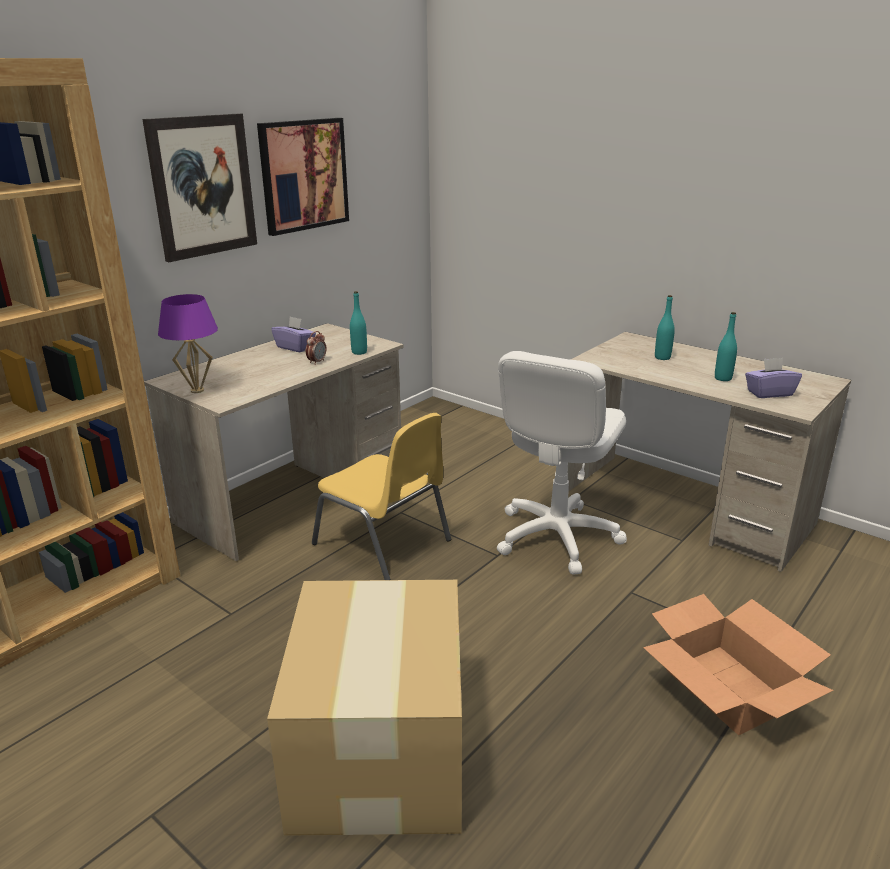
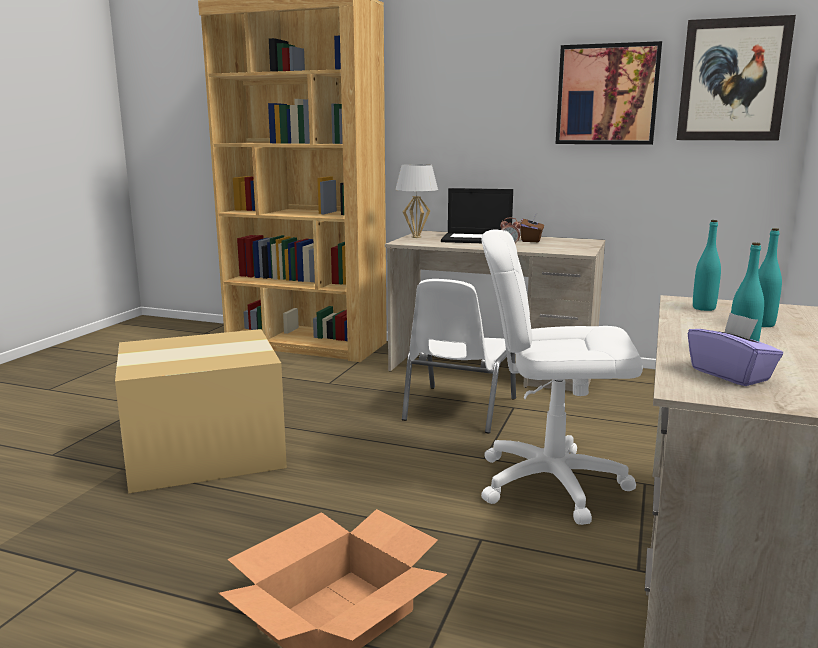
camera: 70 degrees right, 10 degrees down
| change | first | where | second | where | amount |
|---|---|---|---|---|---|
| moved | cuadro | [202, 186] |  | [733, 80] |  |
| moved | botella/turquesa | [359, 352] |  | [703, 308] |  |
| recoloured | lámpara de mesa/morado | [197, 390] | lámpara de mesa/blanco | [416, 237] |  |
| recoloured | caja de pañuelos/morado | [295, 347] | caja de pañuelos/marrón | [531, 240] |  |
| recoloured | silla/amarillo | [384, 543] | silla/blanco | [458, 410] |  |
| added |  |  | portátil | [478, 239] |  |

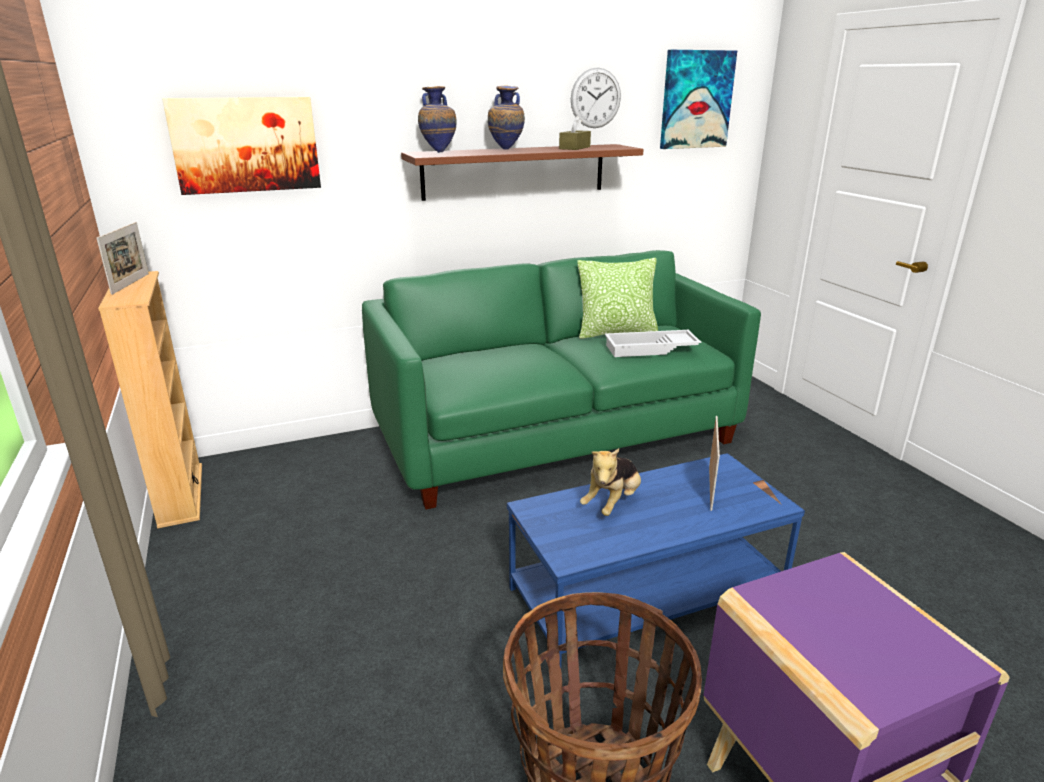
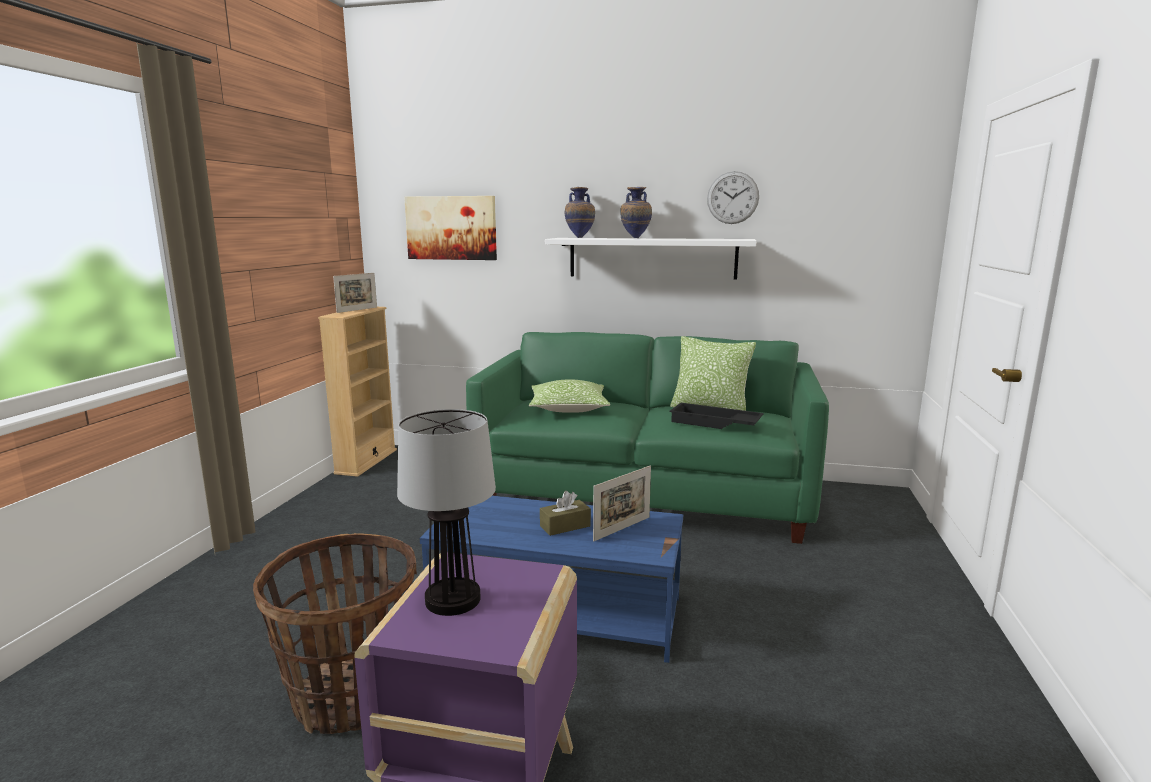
camera: 35 degrees right, 10 degrees down
| change | first | where | second | where | amount |
|---|---|---|---|---|---|
| removed | cuadro | [696, 100] |  |  |  |
| moved | caja de pañuelos/marrón | [574, 148] |  | [565, 526] |  |
| recoloured | estante/marrón | [515, 171] | estante/blanco | [652, 258] |  |
| recoloured | bandeja/blanco | [650, 349] | bandeja/negro | [714, 423] |  |
| removed | peluche | [612, 503] |  |  |  |
| added |  |  | cojín | [568, 408] |  |
| added |  |  | lámpara de mesa | [451, 600] |  |

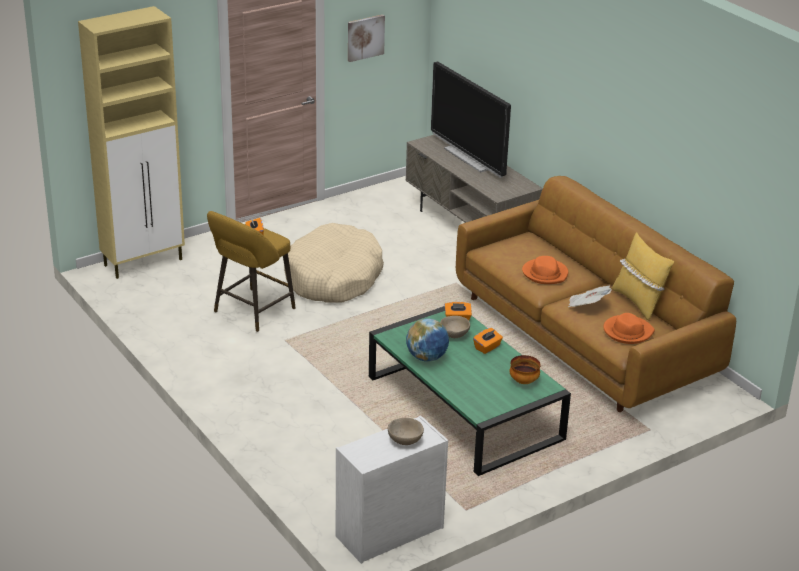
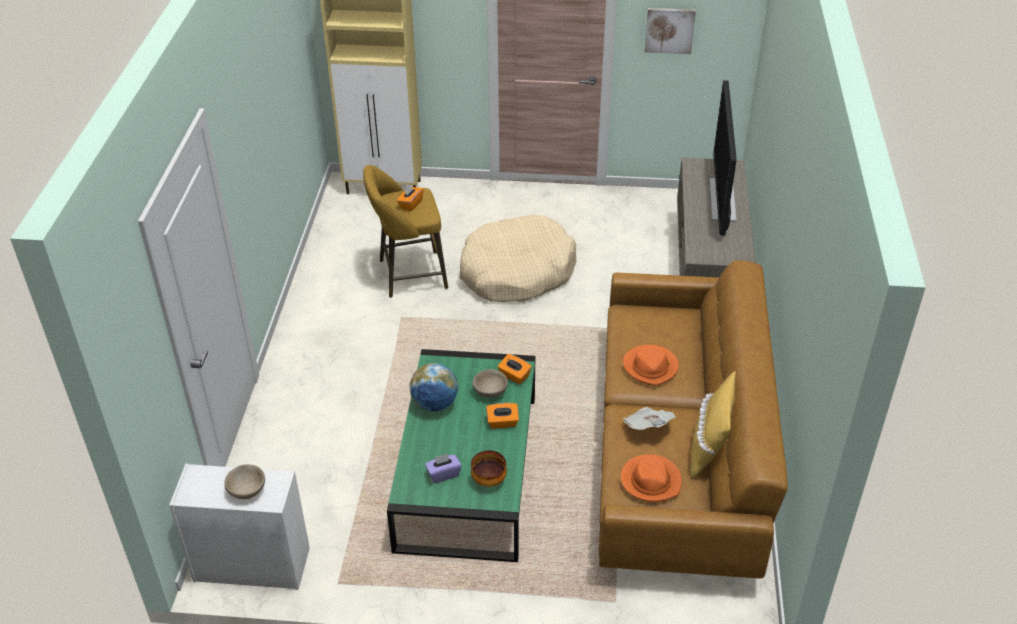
camera: 40 degrees right, 10 degrees up
| change | first | where | second | where | amount |
|---|---|---|---|---|---|
| added |  |  | caja de pañuelos/morado | [443, 474] |  |

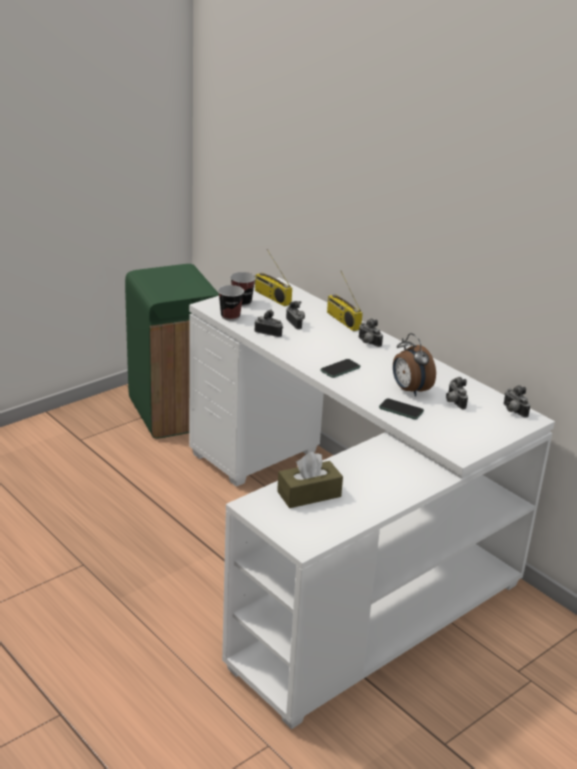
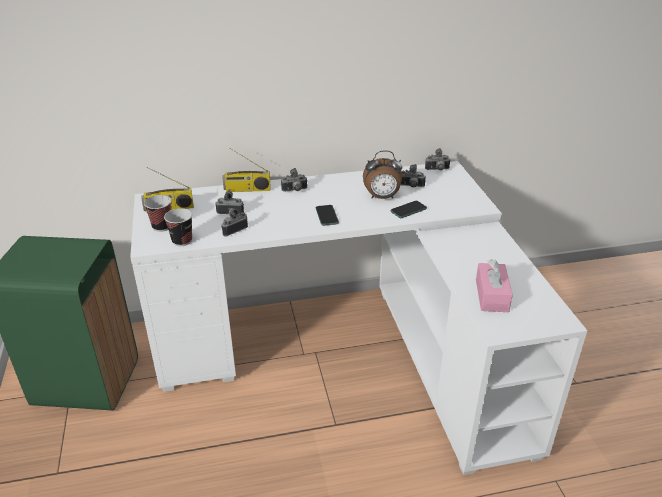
camera: 60 degrees left, 5 degrees up
| change | first | where | second | where | amount |
|---|---|---|---|---|---|
| recoloured | caja de pañuelos/marrón | [309, 494] | caja de pañuelos/rosa | [491, 295] |  |

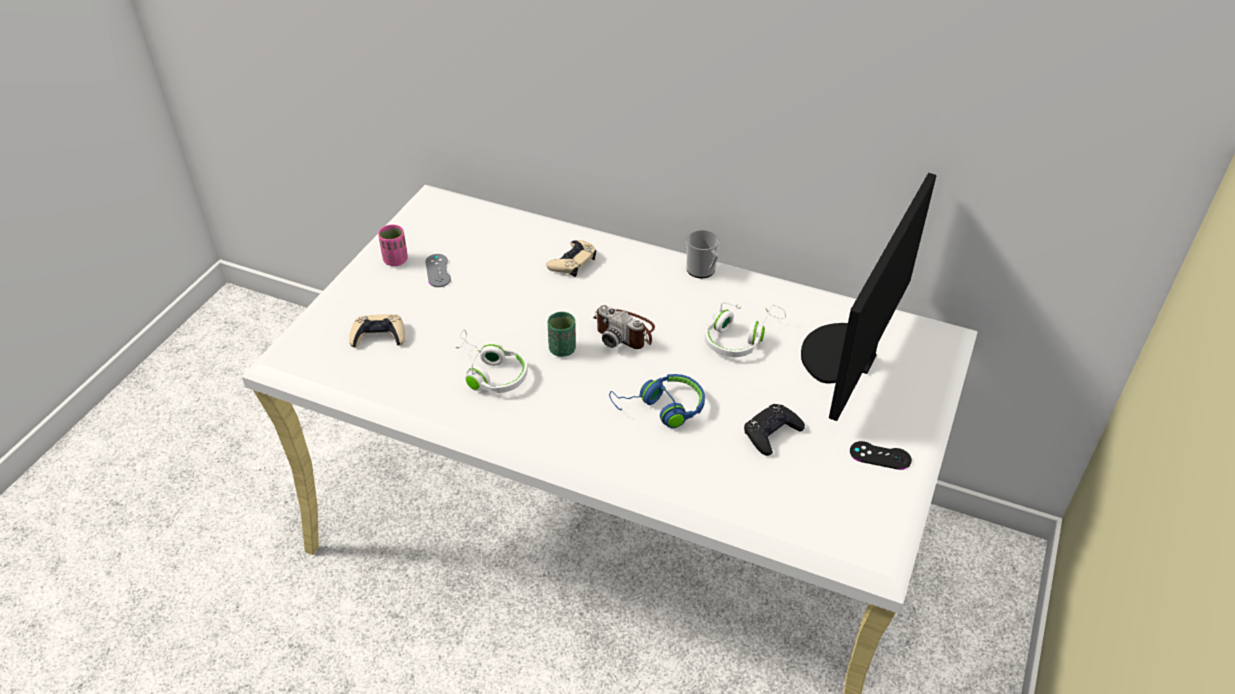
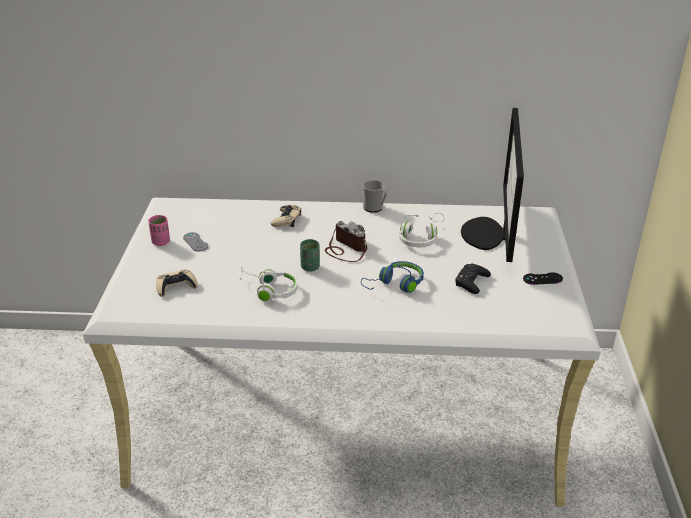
camera: 20 degrees left, 10 degrees down
| change | first | where | second | where | amount |
|---|---|---|---|---|---|
| turned | cámara | [625, 331] |  | [345, 249] | 150 degrees counterclockwise |

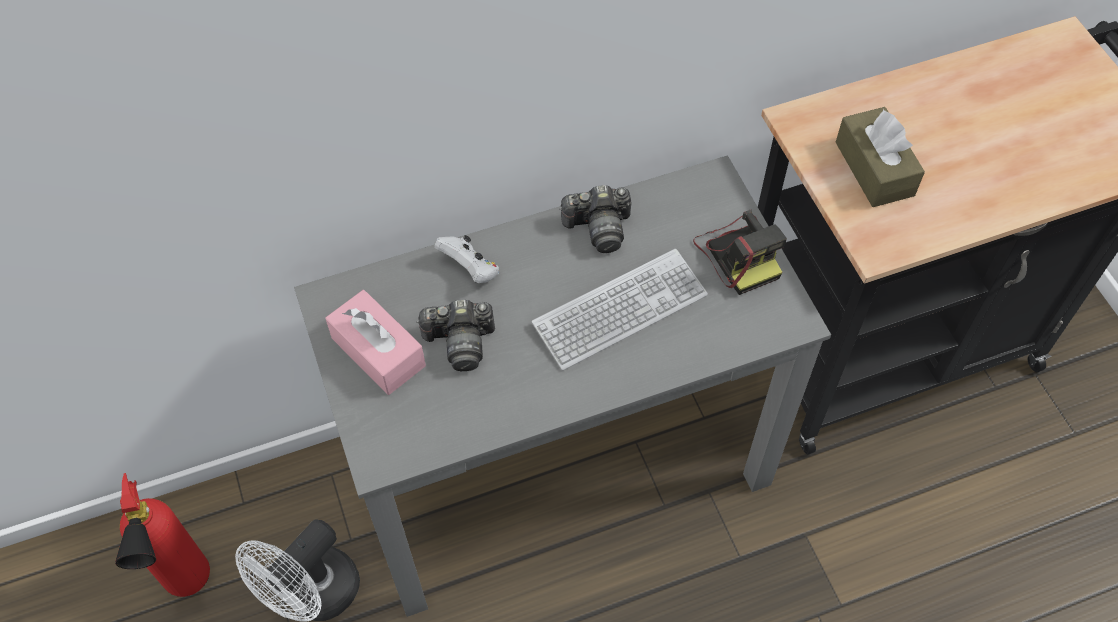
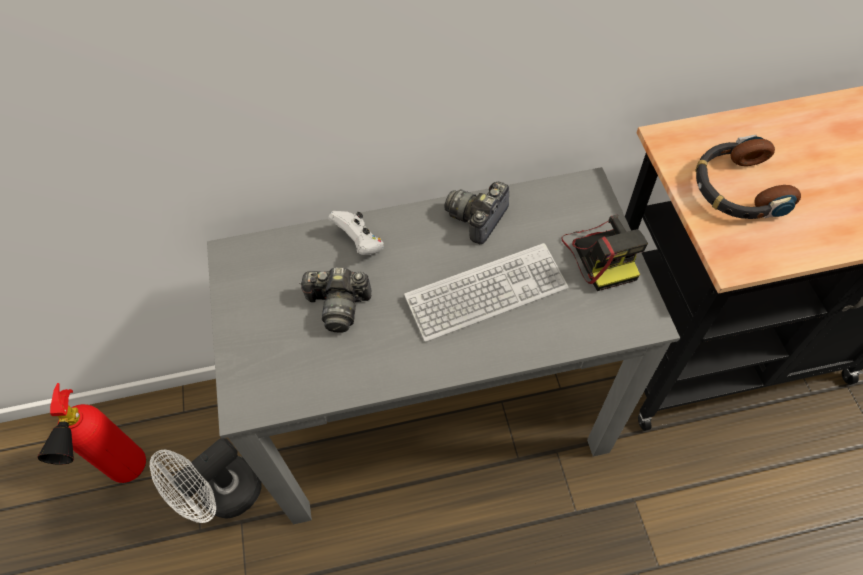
camera: 10 degrees right, 0 degrees up
| change | first | where | second | where | amount |
|---|---|---|---|---|---|
| replaced | caja de pañuelos/marrón | [874, 169] | auriculares | [737, 188] |  |
| turned | cámara | [598, 228] |  | [478, 218] | 120 degrees clockwise |
| removed | caja de pañuelos/rosa | [378, 352] |  |  |  |

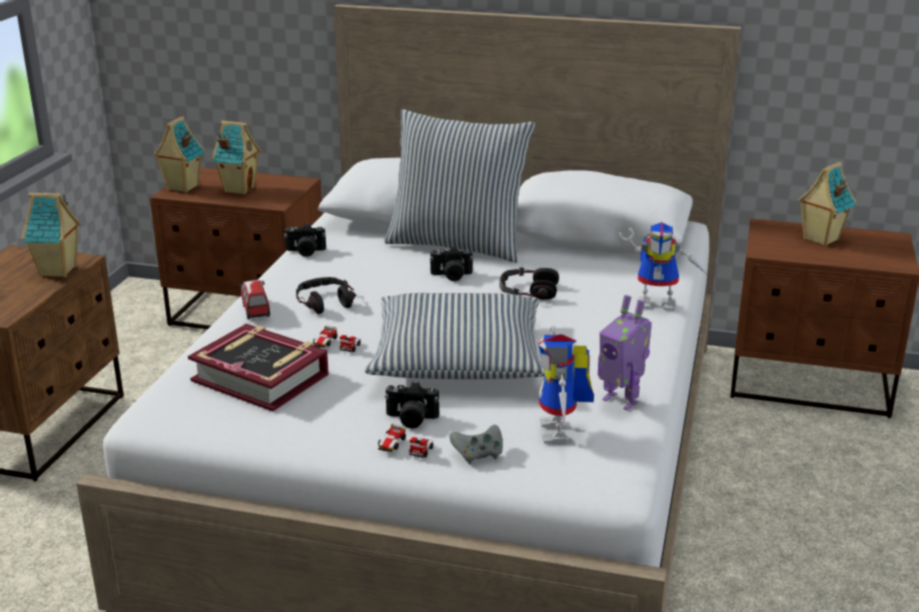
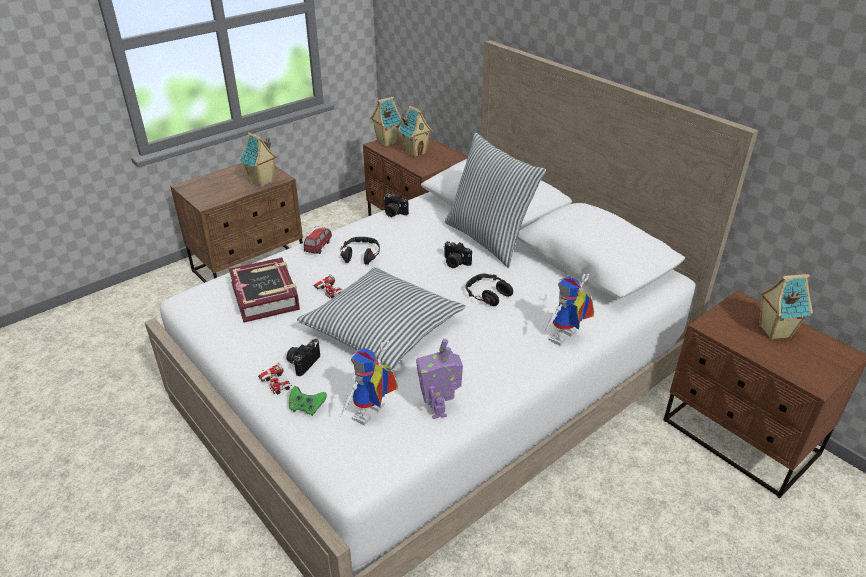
camera: 35 degrees right, 10 degrees up
| change | first | where | second | where | amount |
|---|---|---|---|---|---|
| turned | robot de juguete | [659, 302] |  | [565, 339] | 90 degrees clockwise |
| turned | cámara | [411, 419] |  | [303, 363] | 75 degrees clockwise |
| recoloured | mando de consola/gris | [478, 455] | mando de consola/verde | [306, 407] |  |

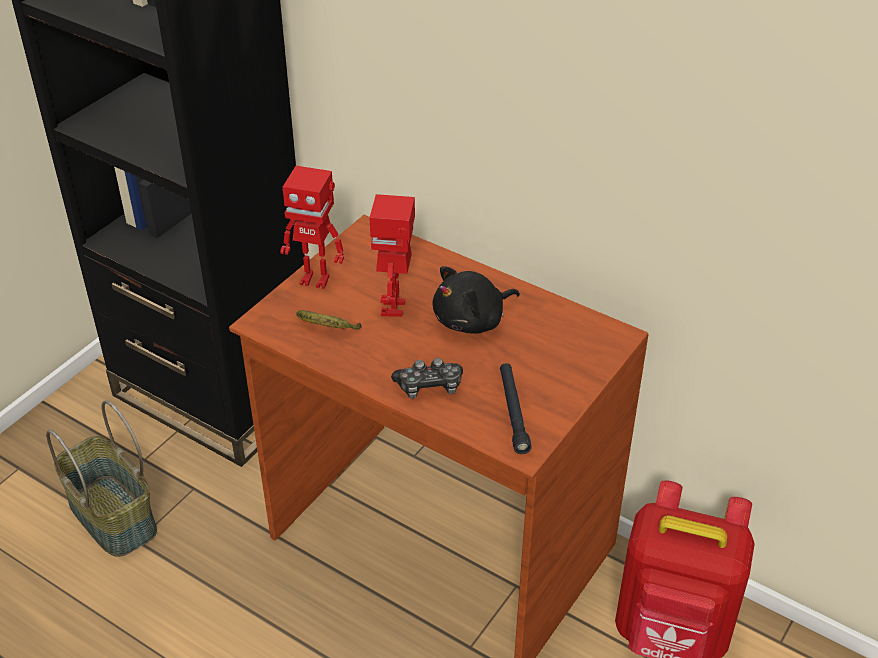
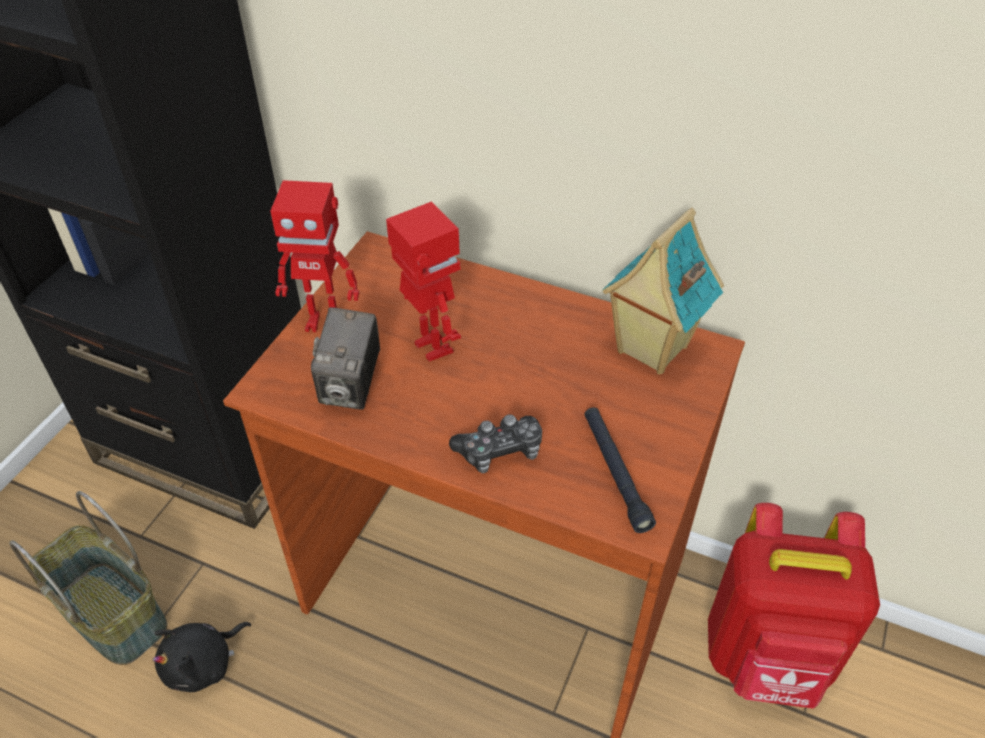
camera: 10 degrees left, 5 degrees up
| change | first | where | second | where | amount |
|---|---|---|---|---|---|
| turned | robot de juguete | [394, 308] |  | [431, 348] | 150 degrees clockwise |
| moved | peluche/negro | [472, 320] |  | [203, 664] |  |
| replaced | plátano | [327, 328] | cámara | [351, 386] |  |
| added |  |  | casita | [650, 350] |  |

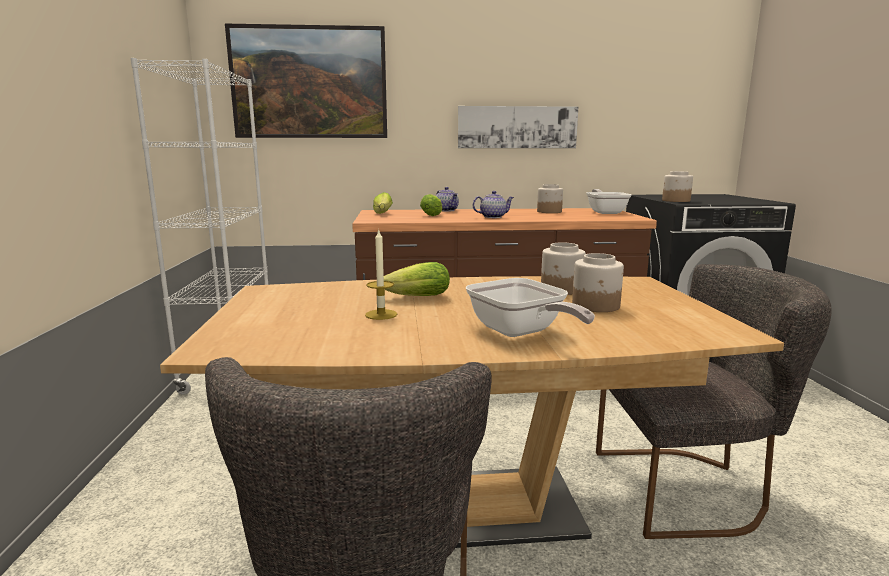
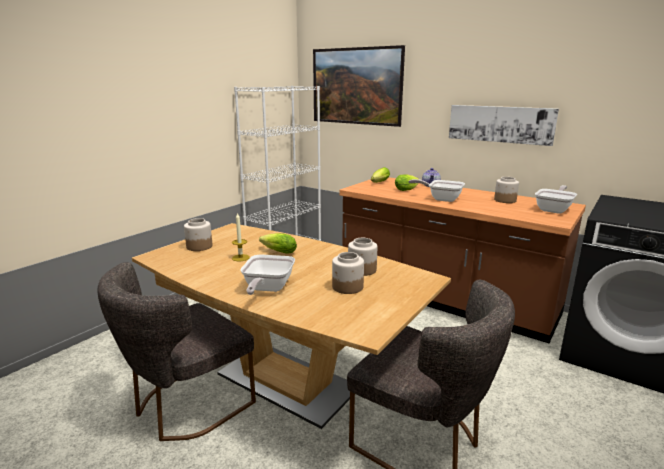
camera: 40 degrees right, 5 degrees up
| change | first | where | second | where | amount |
|---|---|---|---|---|---|
| moved | tarro | [675, 200] |  | [199, 246] |  |
| replaced | tetera | [493, 217] | sartén | [441, 199] |  |

